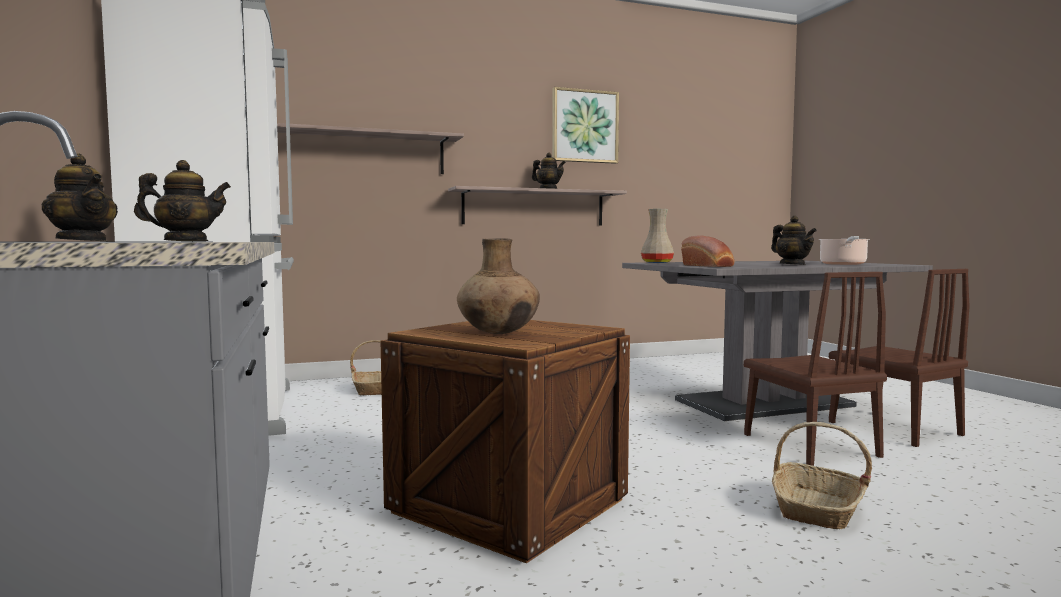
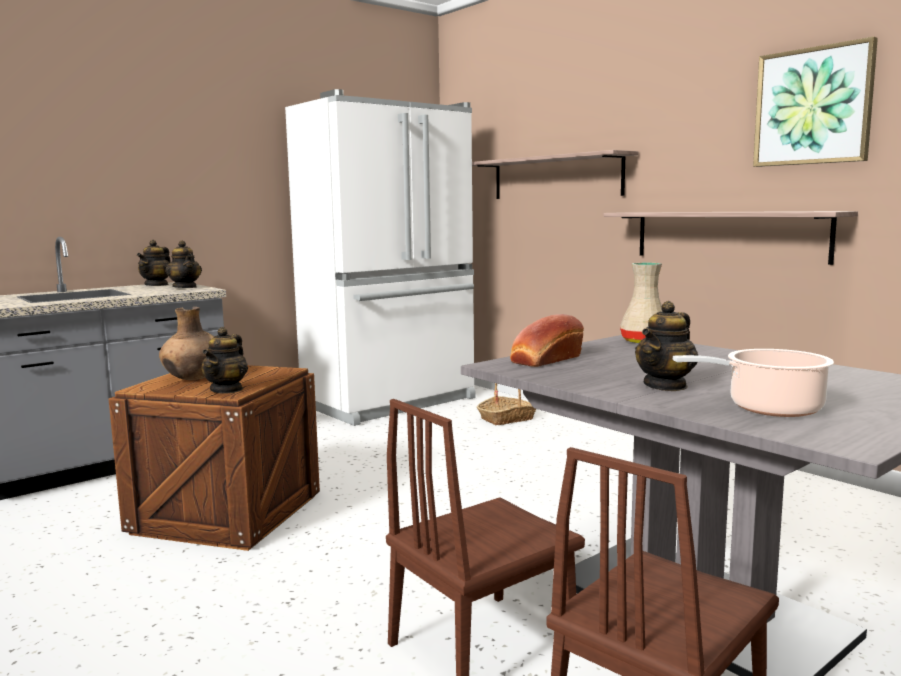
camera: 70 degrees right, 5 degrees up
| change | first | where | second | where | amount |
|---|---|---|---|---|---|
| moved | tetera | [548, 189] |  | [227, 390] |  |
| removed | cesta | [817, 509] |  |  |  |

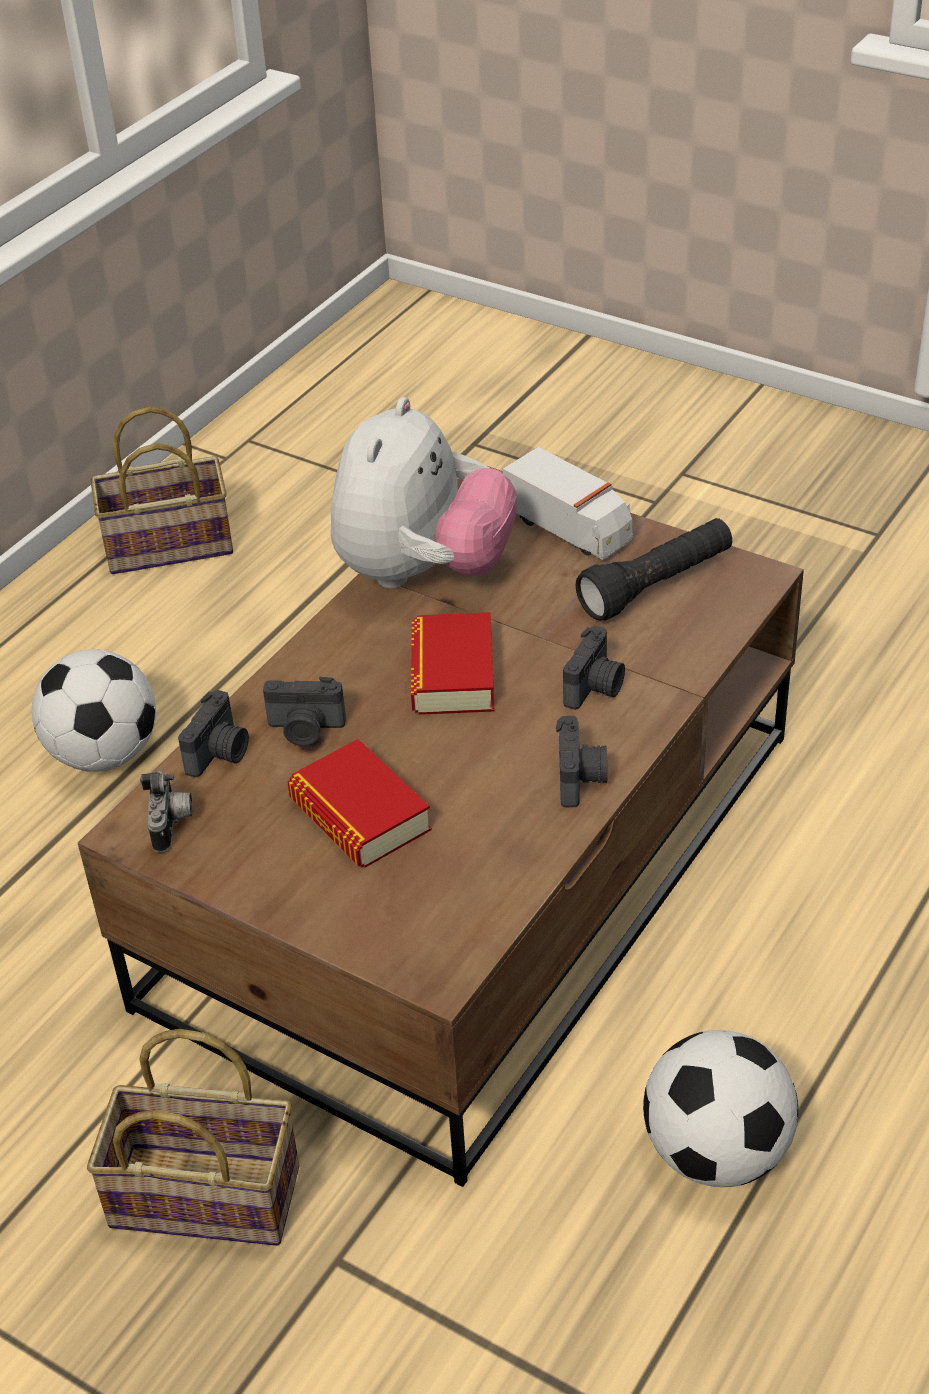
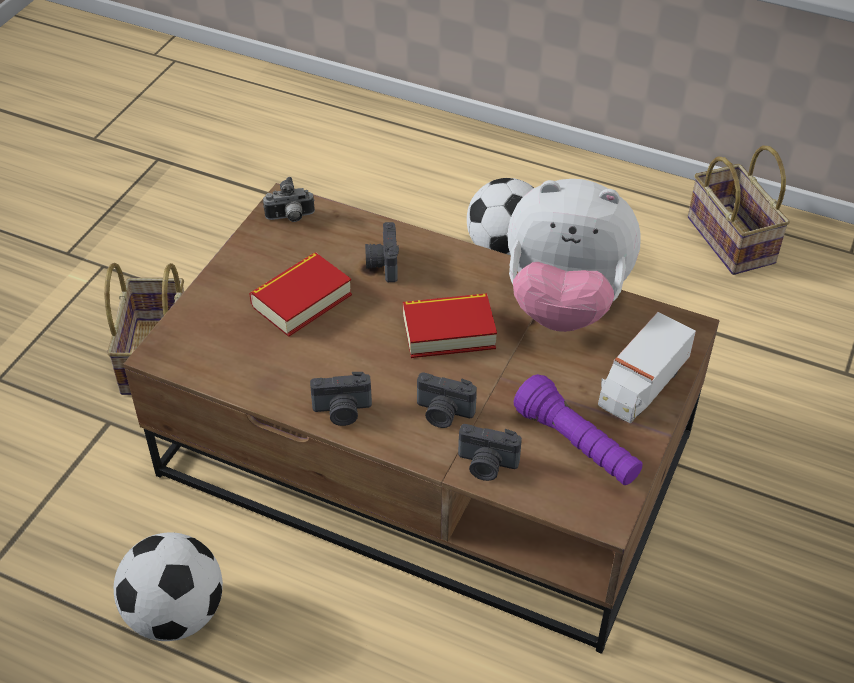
camera: 80 degrees right, 5 degrees up
| change | first | where | second | where | amount |
|---|---|---|---|---|---|
| recoloured | linterna/negro | [656, 586] | linterna/morado | [577, 445] |  |
| moved | cámara | [220, 753] |  | [486, 465] |  |

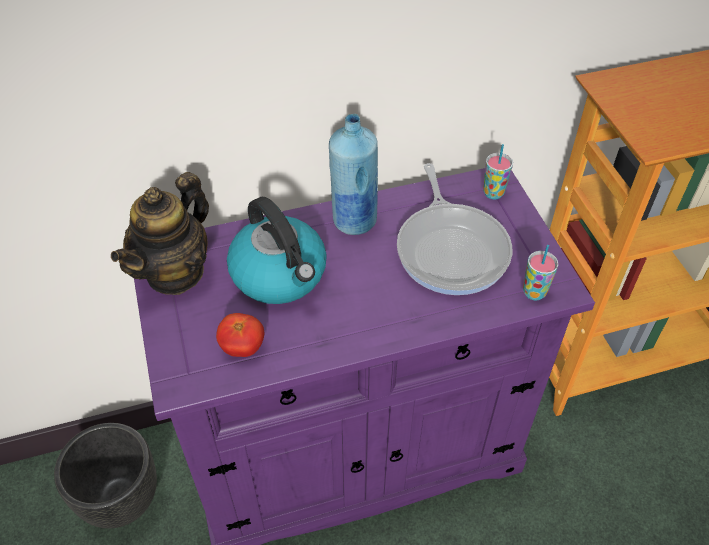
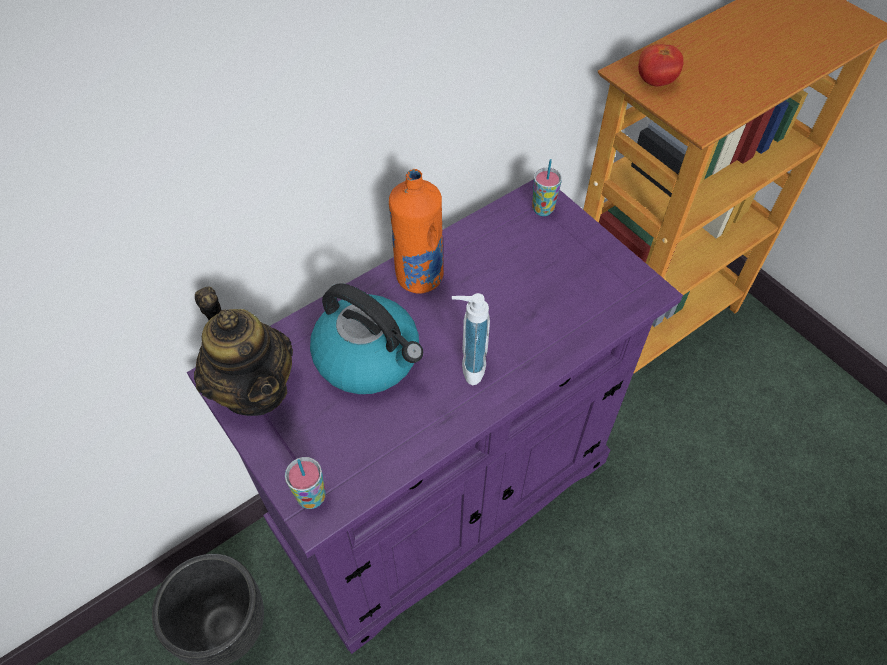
camera: 20 degrees left, 5 degrees up
| change | first | where | second | where | amount |
|---|---|---|---|---|---|
| recoloured | botella/azul | [353, 221] | botella/naranja | [419, 277] |  |
| removed | sartén | [451, 249] |  |  |  |
| turned | tetera | [175, 272] |  | [255, 388] | 45 degrees counterclockwise |
| moved | taza | [534, 292] |  | [311, 497] |  |
| moved | tomate | [243, 347] |  | [655, 82] |  |
| added |  |  | dispensador de jabón | [468, 365] |  |

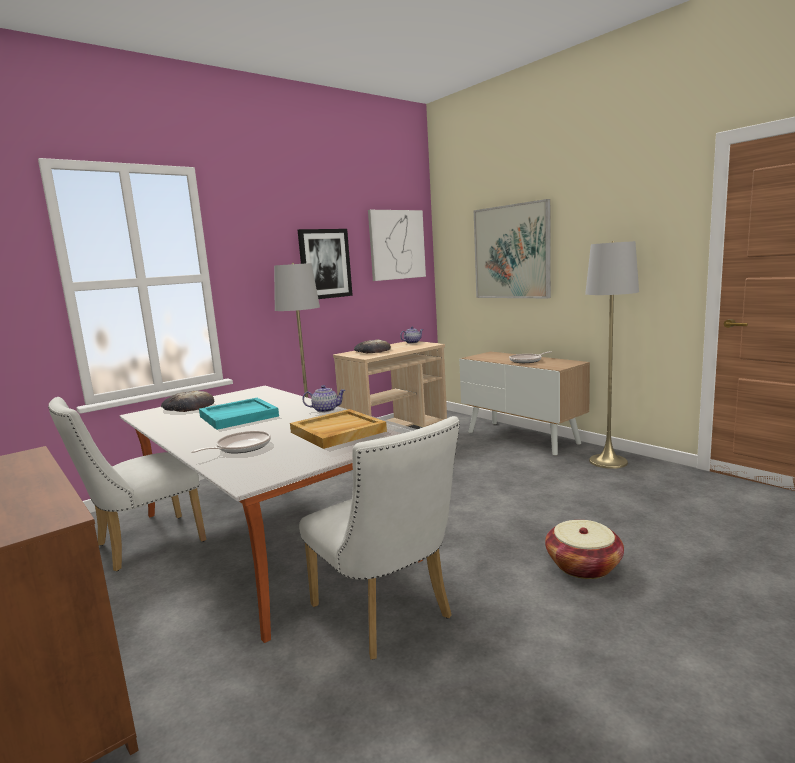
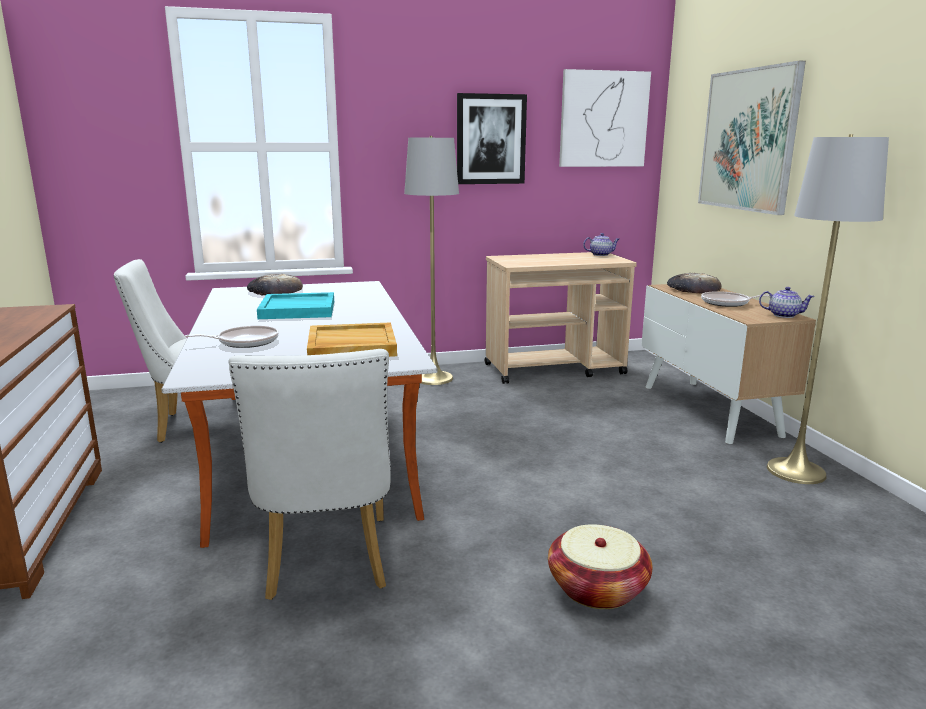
camera: 25 degrees right, 5 degrees up
| change | first | where | second | where | amount |
|---|---|---|---|---|---|
| moved | pan | [372, 351] |  | [693, 289] |  |
| moved | tetera | [325, 410] |  | [783, 315] |  |

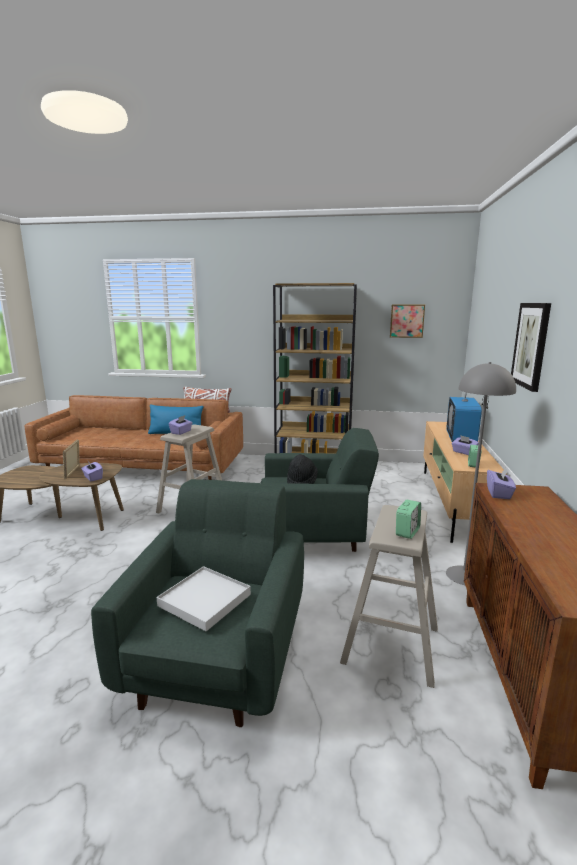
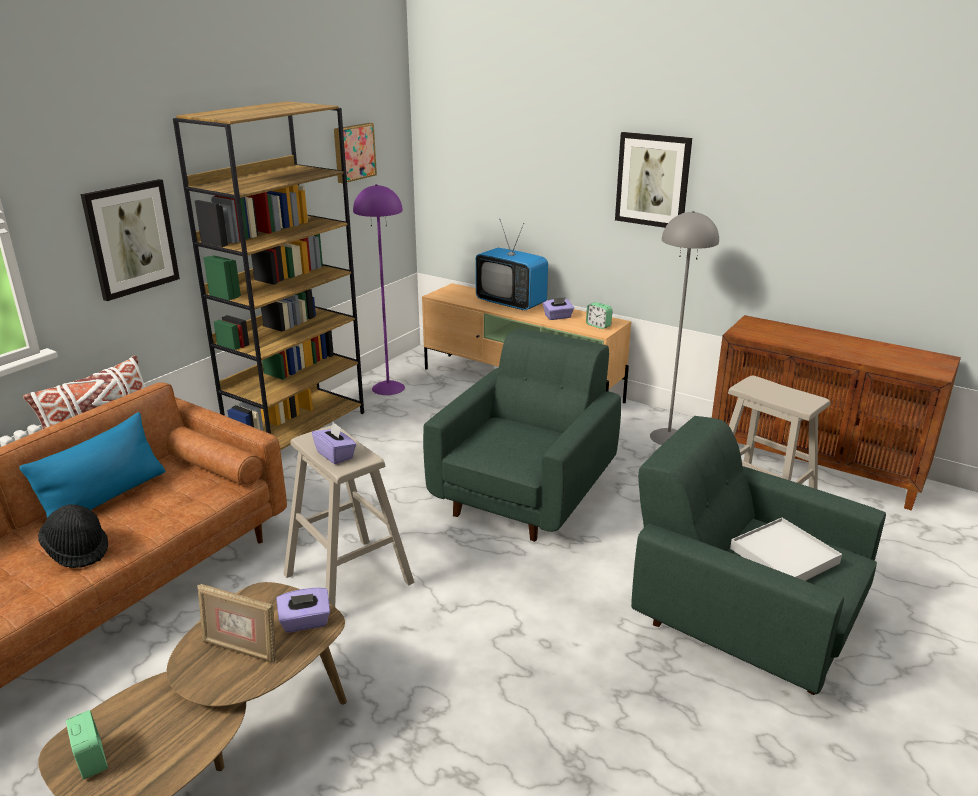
camera: 65 degrees left, 10 degrees up
| change | first | where | second | where | amount |
|---|---|---|---|---|---|
| moved | sombrero/negro | [301, 482] |  | [77, 550] |  |
| removed | caja de pañuelos/morado | [499, 493] |  |  |  |
| moved | despertador | [407, 532] |  | [91, 760] |  |
| added |  |  | cuadro | [131, 238] |  |
| added |  |  | lámpara de pie/morado | [388, 388] |  |

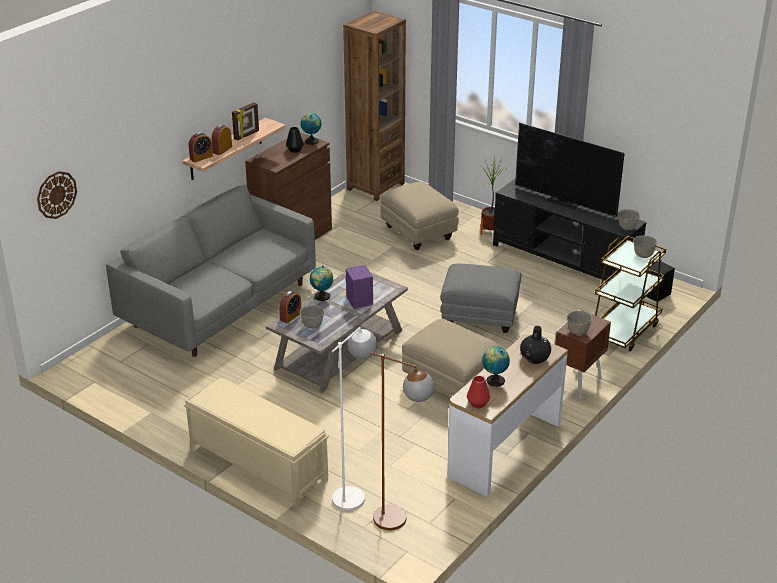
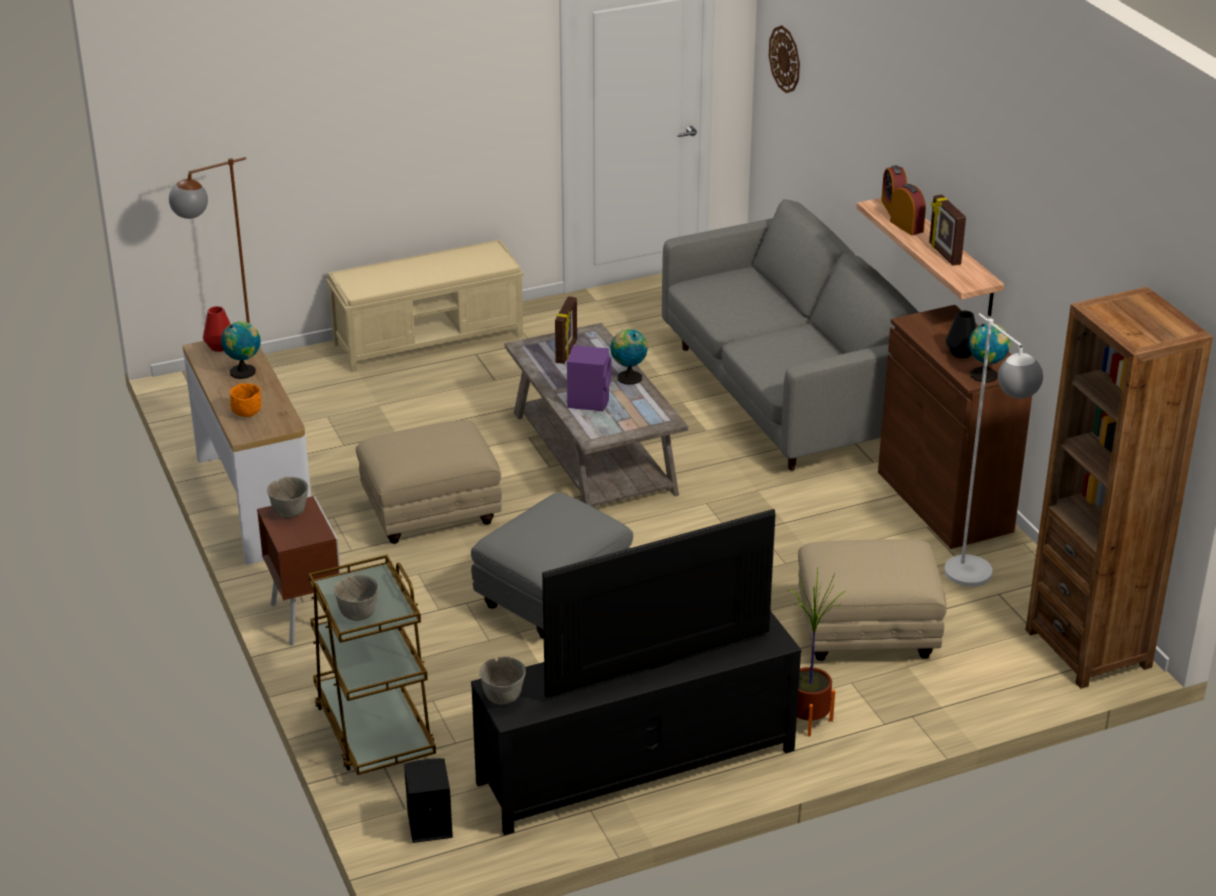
camera: 120 degrees right, 0 degrees up
| change | first | where | second | where | amount |
|---|---|---|---|---|---|
| removed | despertador | [290, 316] |  |  |  |
| replaced | cuenco/gris | [312, 325] | portarretratos | [567, 352] |  |
| replaced | florero/negro | [535, 358] | cuenco/naranja | [246, 414] |  |
| moved | lámpara de pie/blanco | [354, 492] |  | [978, 581] |  |

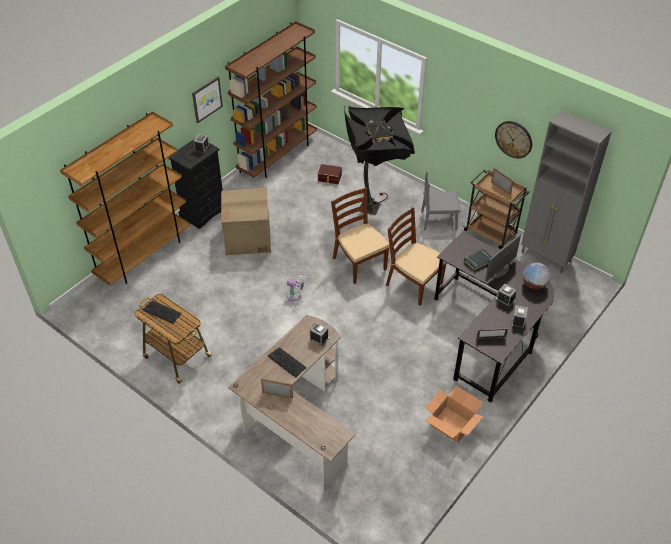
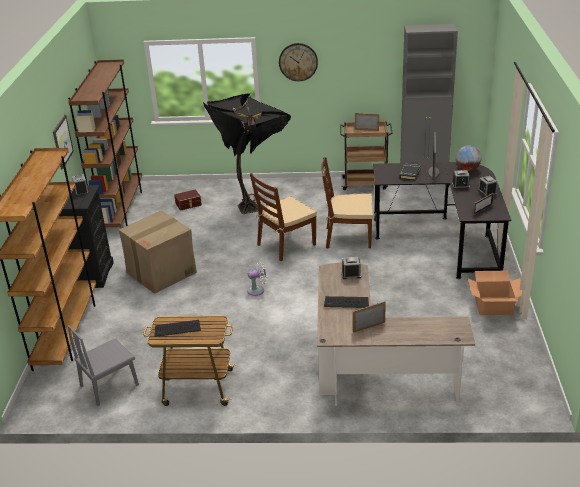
camera: 35 degrees left, 15 degrees down
| change | first | where | second | where | amount |
|---|---|---|---|---|---|
| moved | reloj de pared | [514, 139] |  | [298, 62] |  |
| moved | silla/gris | [439, 220] |  | [109, 385] |  |
| turned | silla/marrón | [359, 263] |  | [285, 245] | 60 degrees counterclockwise |

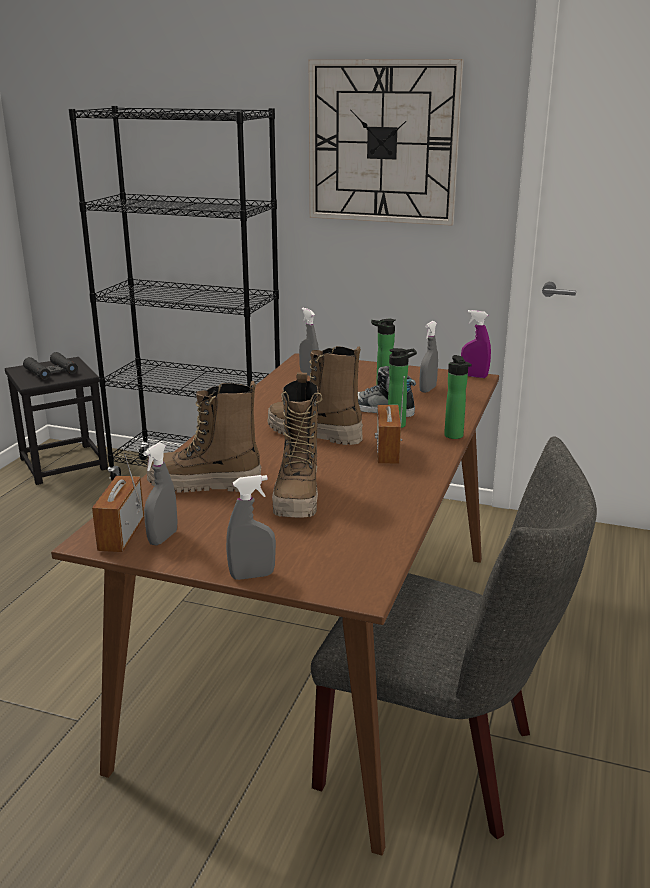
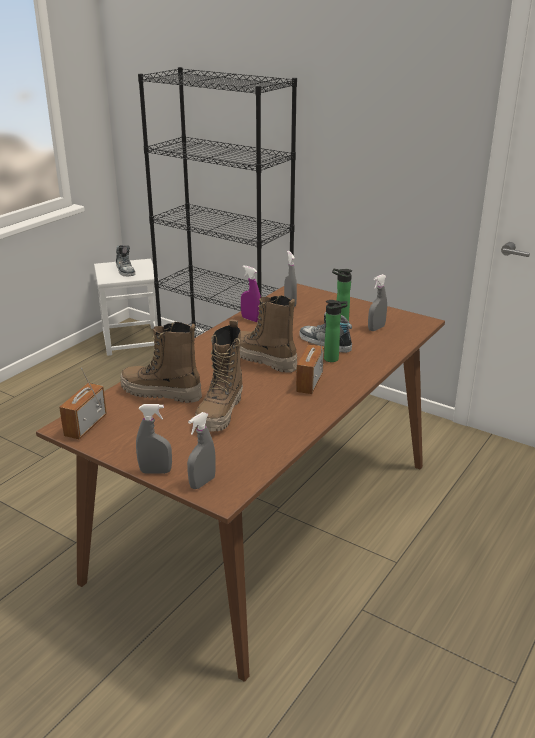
camera: 15 degrees right, 5 degrees up
| change | first | where | second | where | amount |
|---|---|---|---|---|---|
| removed | reloj de pared | [382, 142] |  |  |  |
| moved | pulverizador/morado | [474, 376] |  | [251, 319] |  |
| replaced | prismáticos/negro | [51, 372] | zapato | [125, 270] |  |
| removed | botella | [455, 437] |  |  |  |
| recoloured | taburete/negro | [63, 463] | taburete/blanco | [132, 340] |  |
| removed | silla/gris | [441, 759] |  |  |  |
| moved | pulverizador/gris | [163, 538] |  | [202, 482] |  |

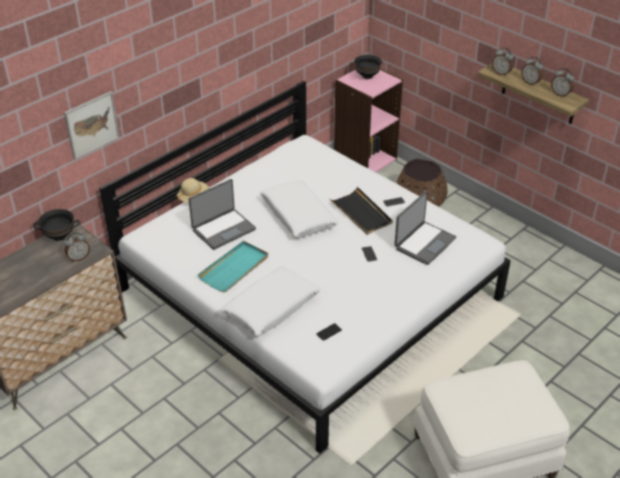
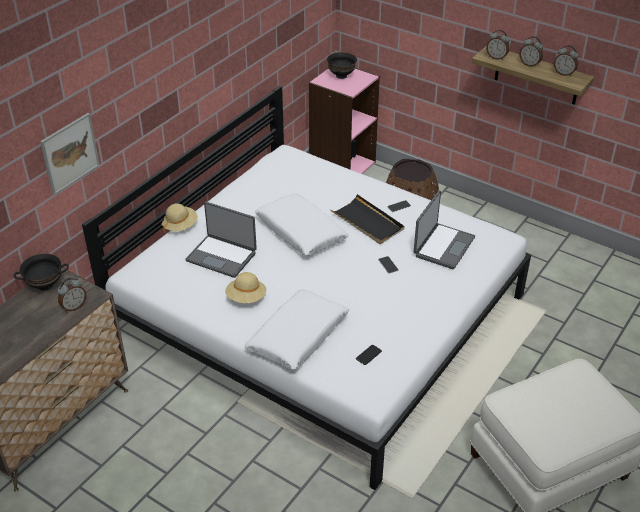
camera: 10 degrees left, 0 degrees up
| change | first | where | second | where | amount |
|---|---|---|---|---|---|
| turned | portátil | [223, 229] |  | [222, 256] | 75 degrees clockwise |
| replaced | bandeja/turquesa | [234, 268] | sombrero/beis | [246, 298] |  |

